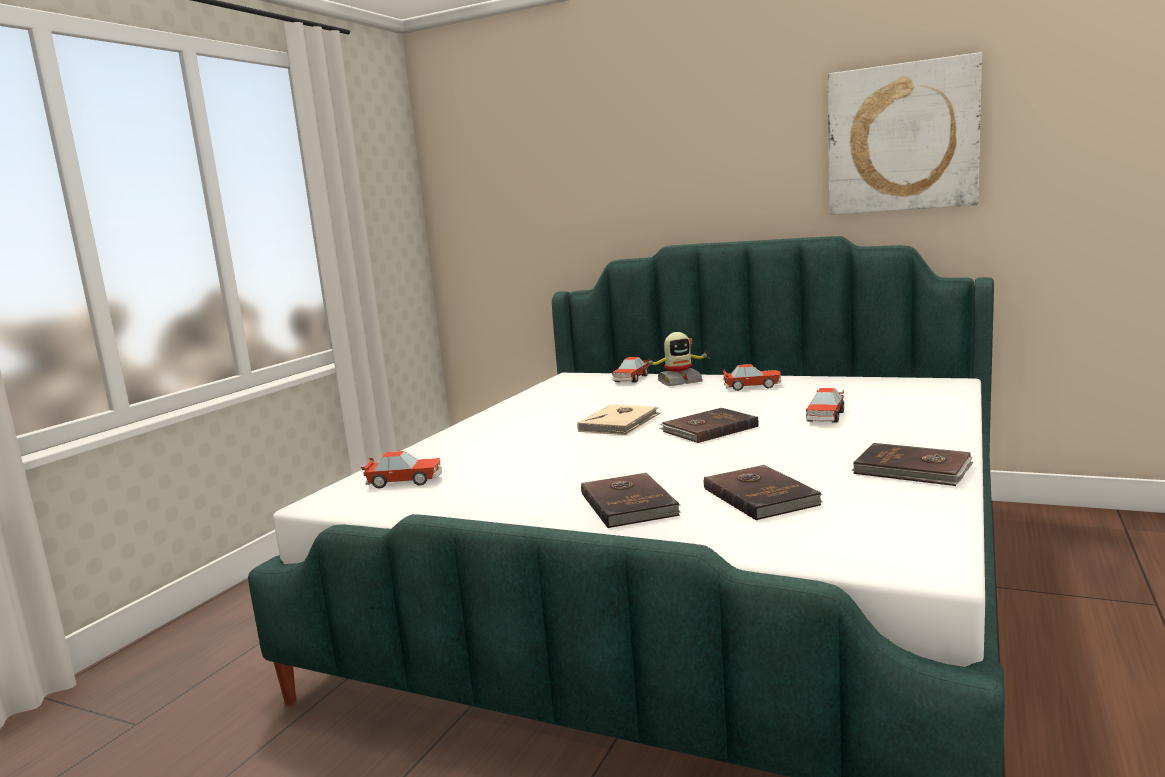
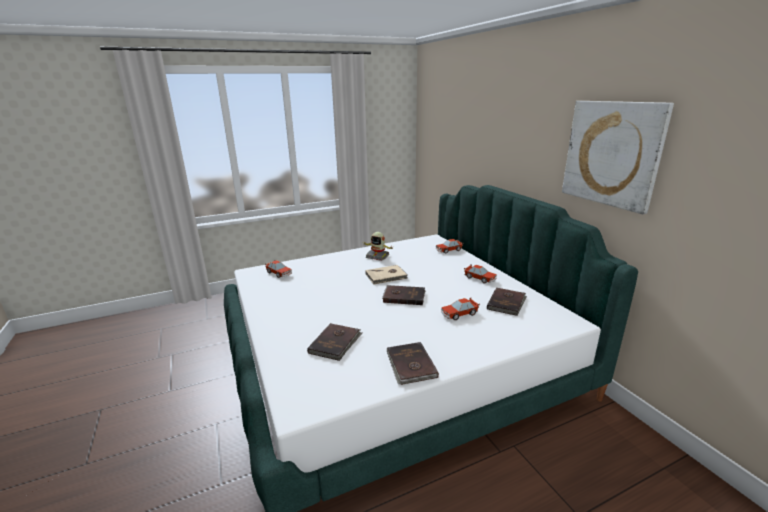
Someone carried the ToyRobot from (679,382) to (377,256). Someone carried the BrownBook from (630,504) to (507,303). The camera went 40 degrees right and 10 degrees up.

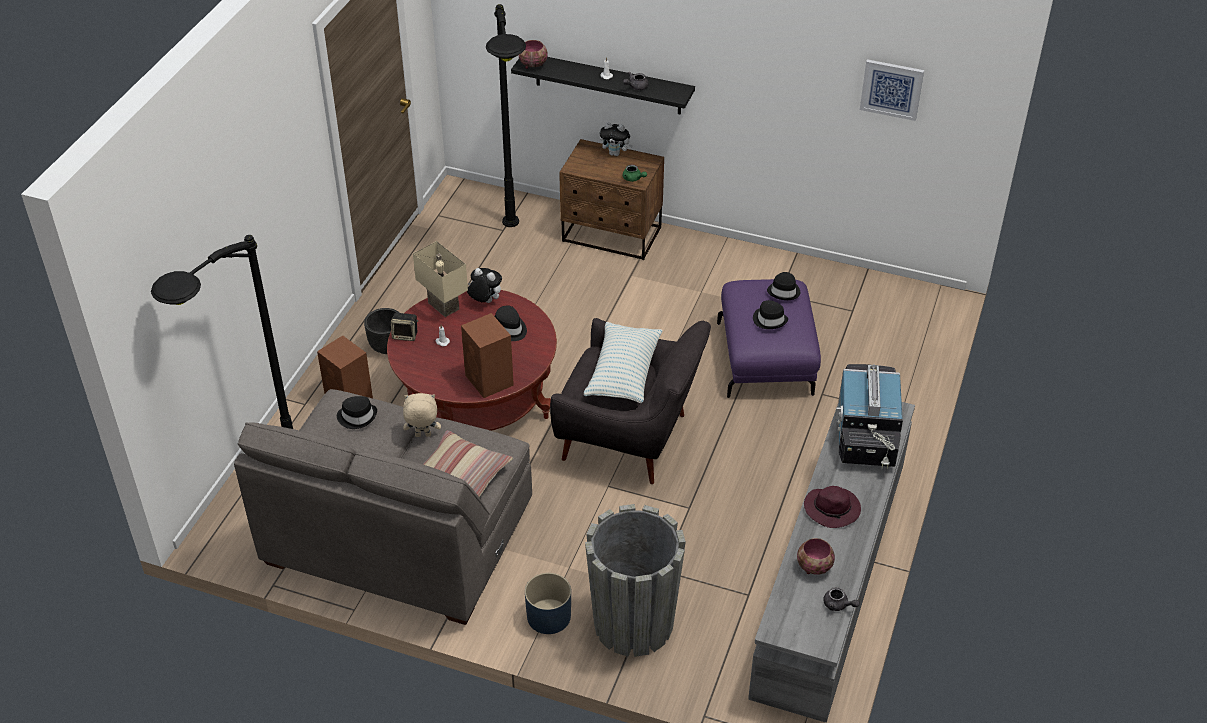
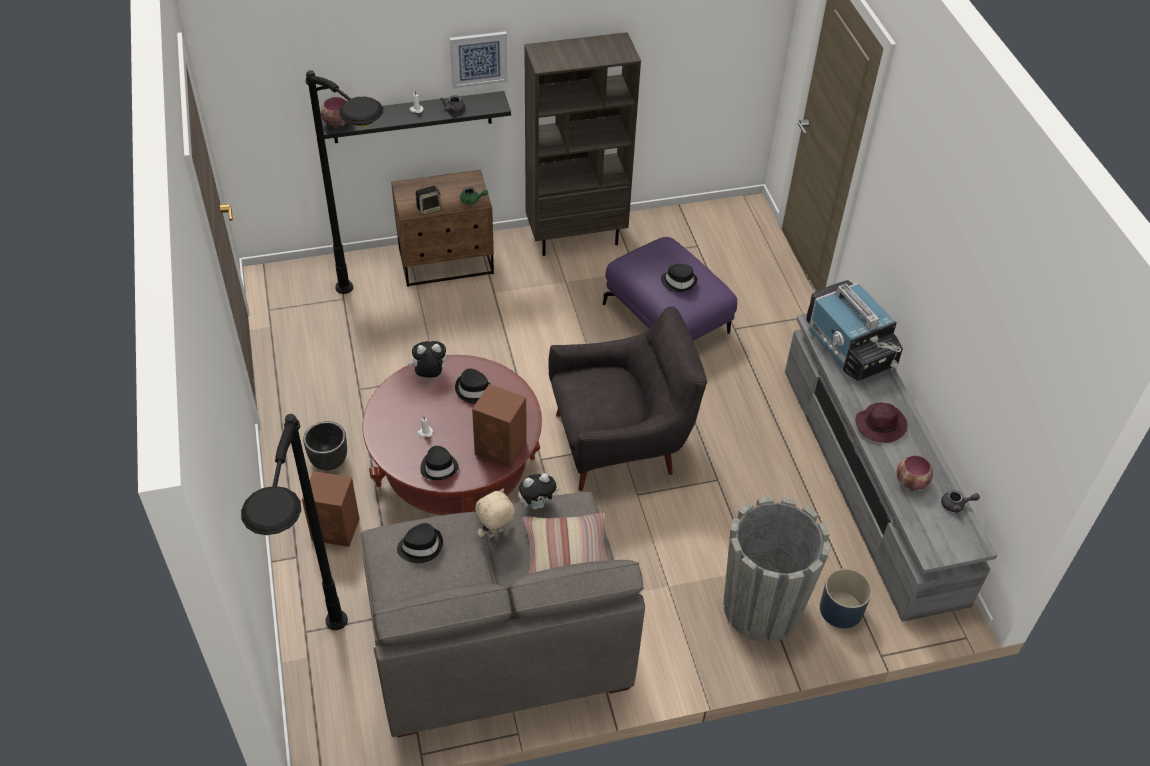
Someone carried the Speaker from (405,335) to (429,208). Someone carried the BlackHat from (784,291) to (439,467). Someone carried the Picture from (891,89) to (478,59). Someone carried the PlushToy from (615,153) to (537,504). Someone put down the BrownBookcase at (576,237). Someone carried the BluePlanter from (548,617) to (841,610). Someone took away the BeigeTableLamp at (445,305). Someone took away the Pillow at (623,373). The camera went 35 degrees left and 5 degrees up.

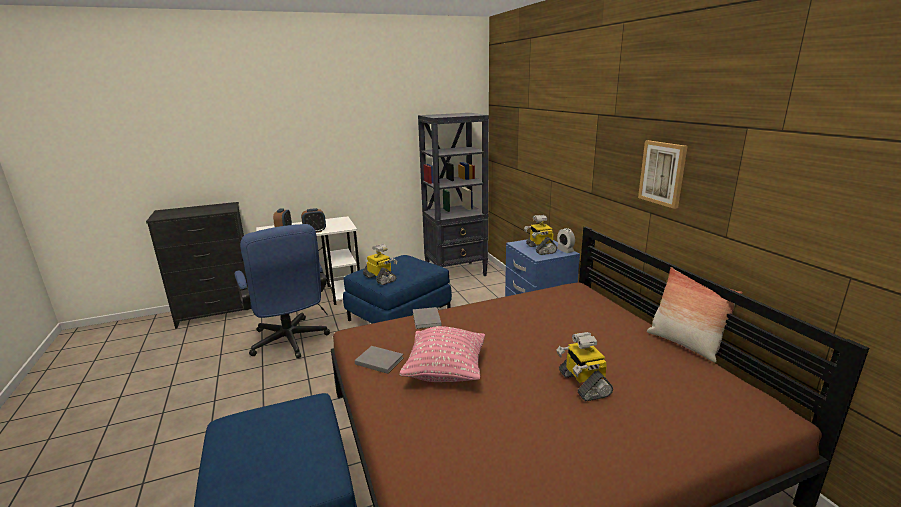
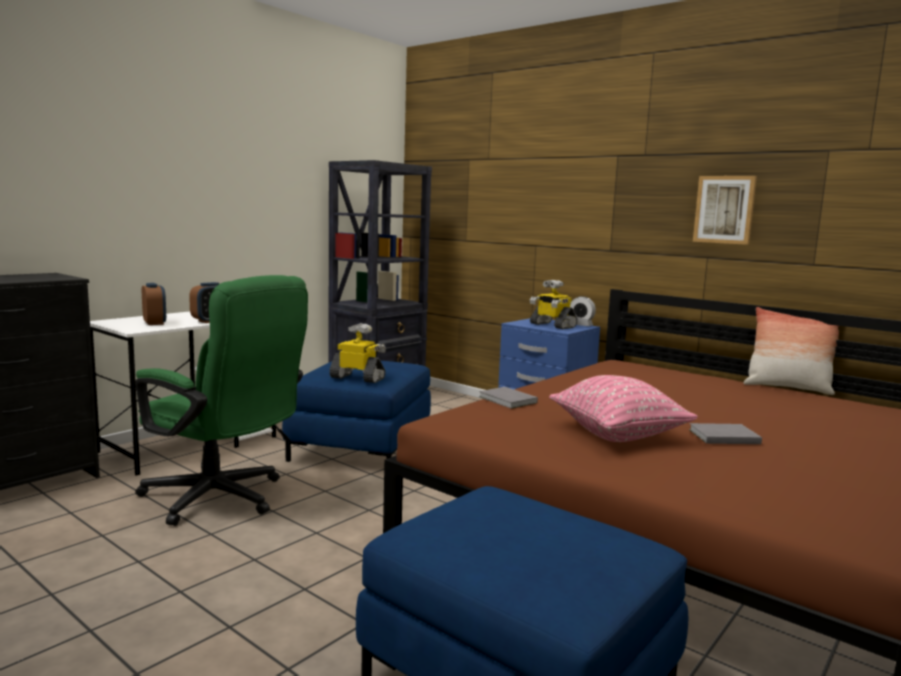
Someone repainted the BlueOfficeChair at (290,343), which became the GreenOfficeChair at (223,500). Someone carried the GreyBook from (379,360) to (722,436). Someone took away the ToyRobot at (583,384). The camera went 30 degrees left and 10 degrees down.

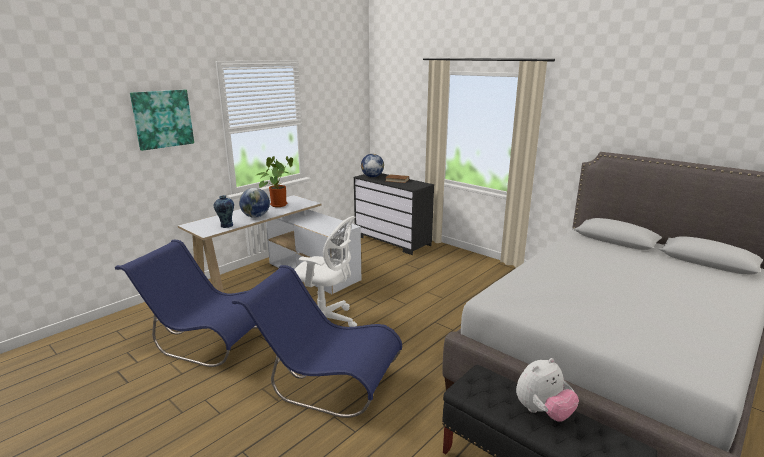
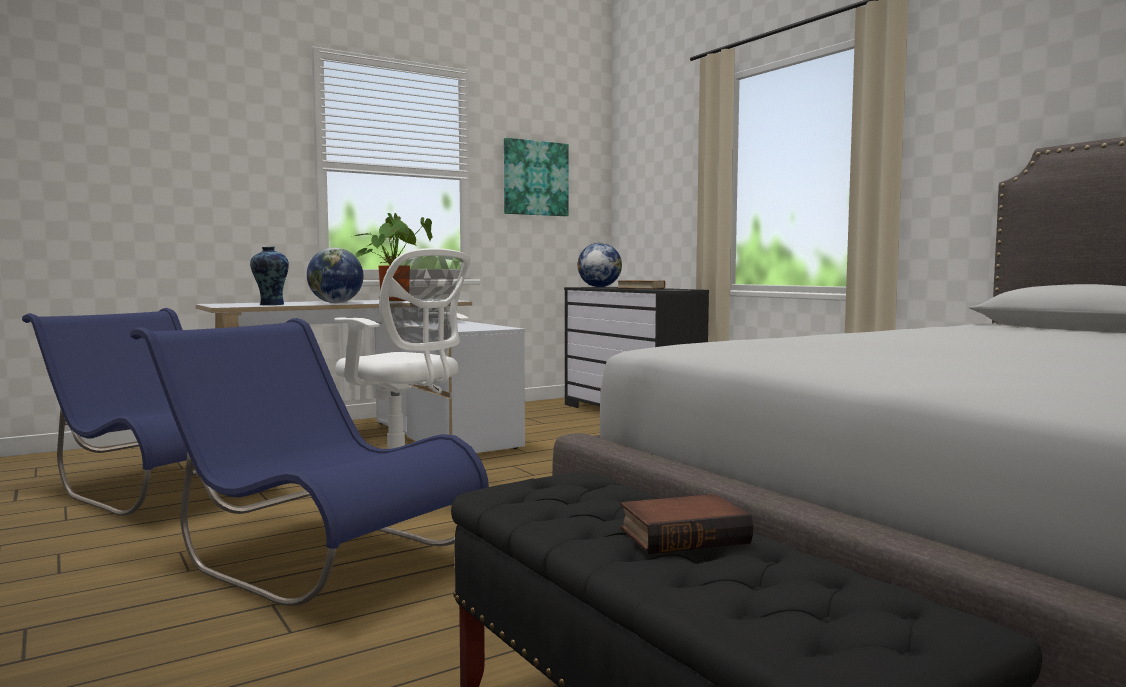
Someone carried the Picture from (162,119) to (535,178). Someone swapped the PlushToy at (543,412) for the Book at (684,534). The camera went 15 degrees right and 15 degrees down.

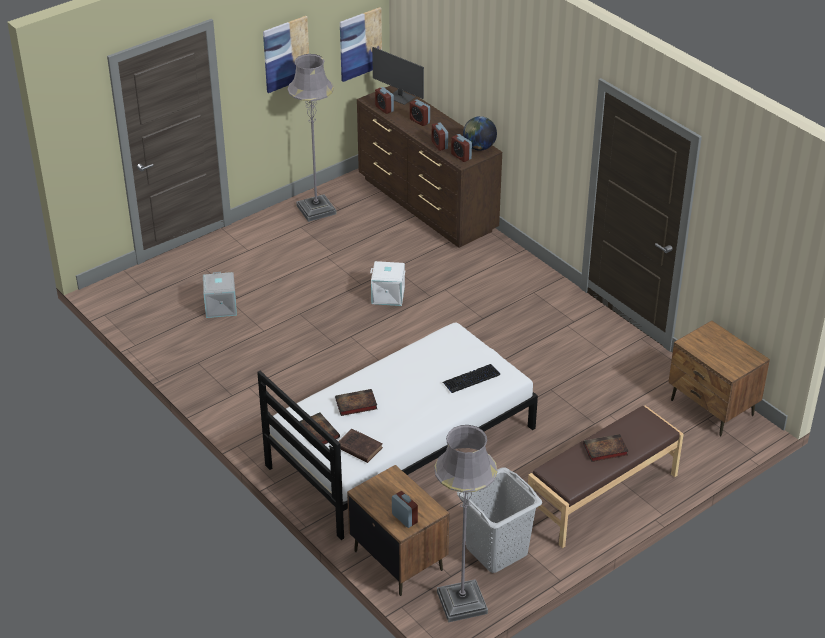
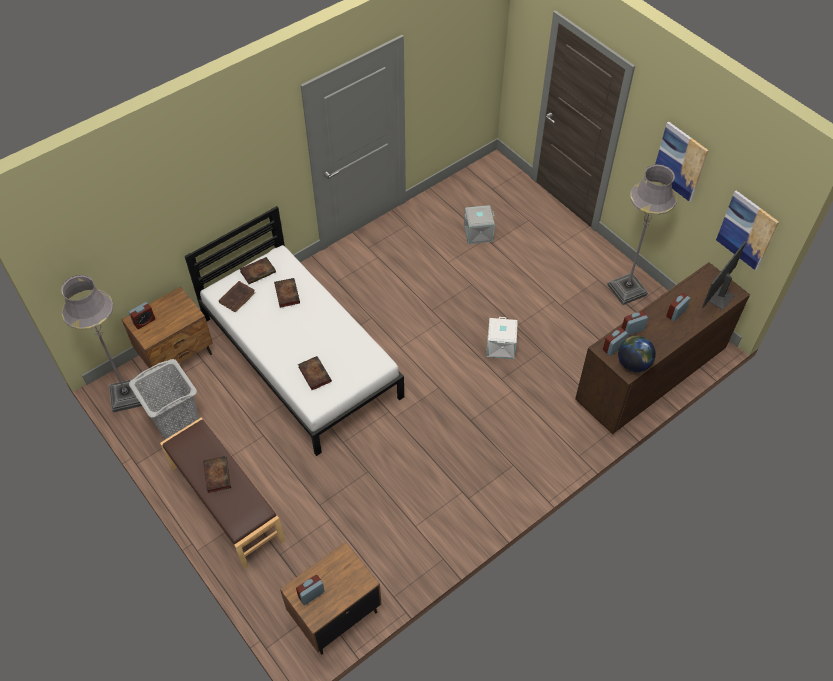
Someone carried the AlarmClock from (384,108) to (311,594). Someone swapped the Keyboard at (471,379) for the Book at (314,374). The camera went 90 degrees right and 15 degrees up.

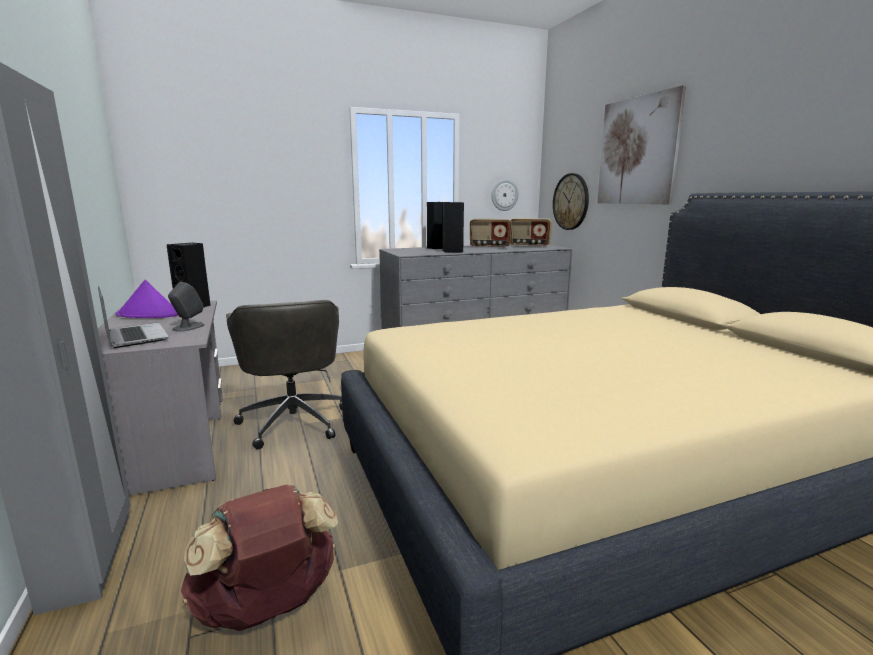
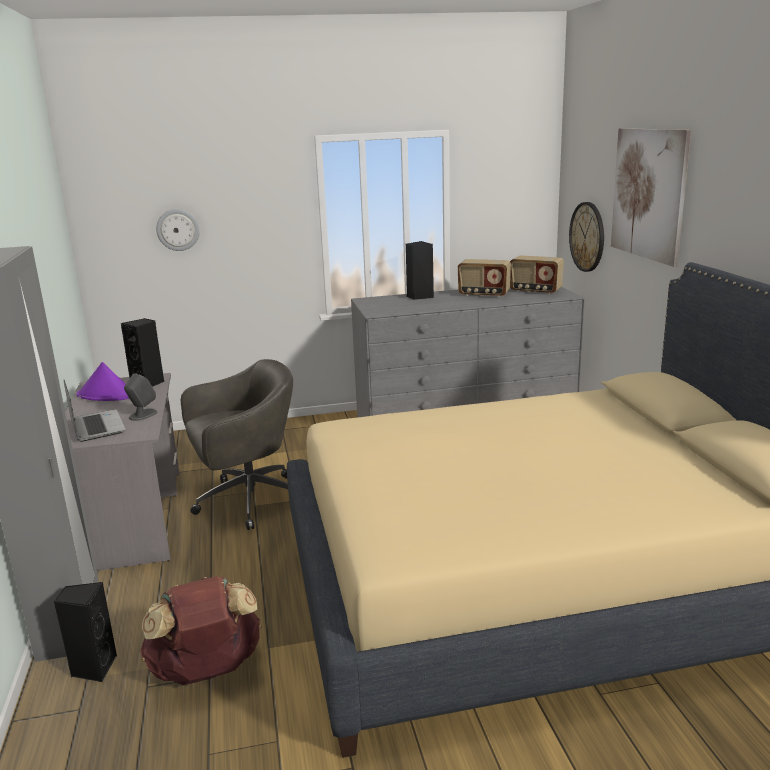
Someone carried the BlackSpeaker from (452,251) to (93,668). Someone carried the WallClock from (504,195) to (178,229). Someone rotated the GreyOfficeChair at (293,420) by 105 degrees counterclockwise. The camera went 10 degrees right and 5 degrees up.

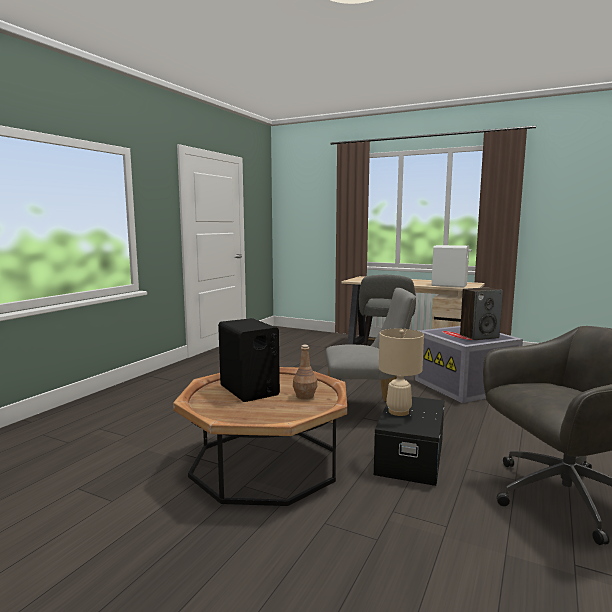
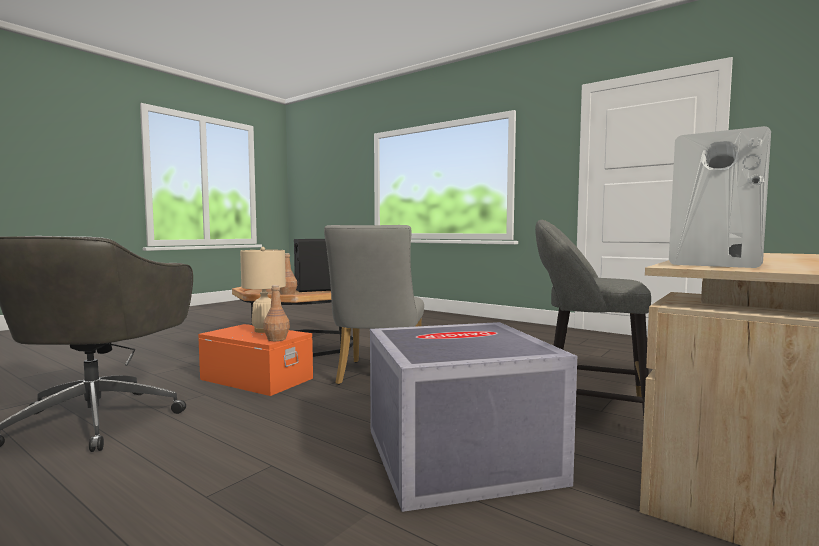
Someone repainted the BlackStorageBox at (409,456), which became the OrangeStorageBox at (257,378). Someone put down the BrownBottle at (276,339). Someone took away the Speaker at (479,336). The camera went 100 degrees right and 5 degrees down.

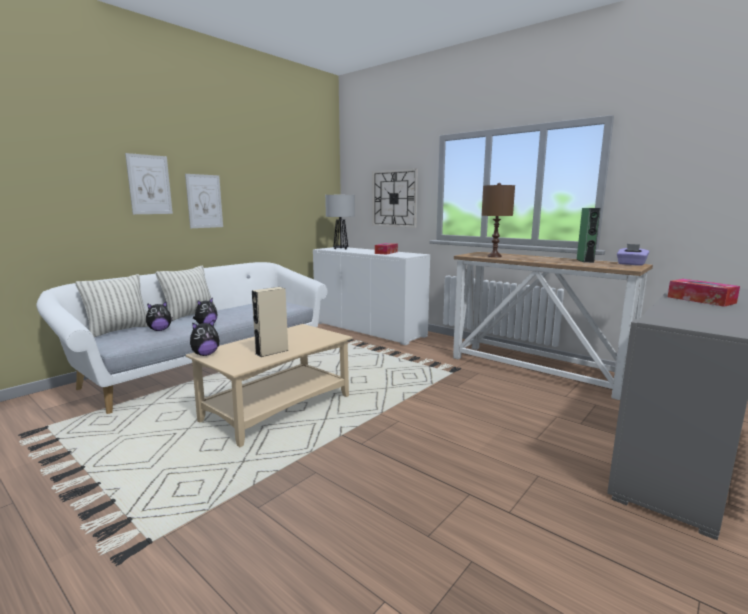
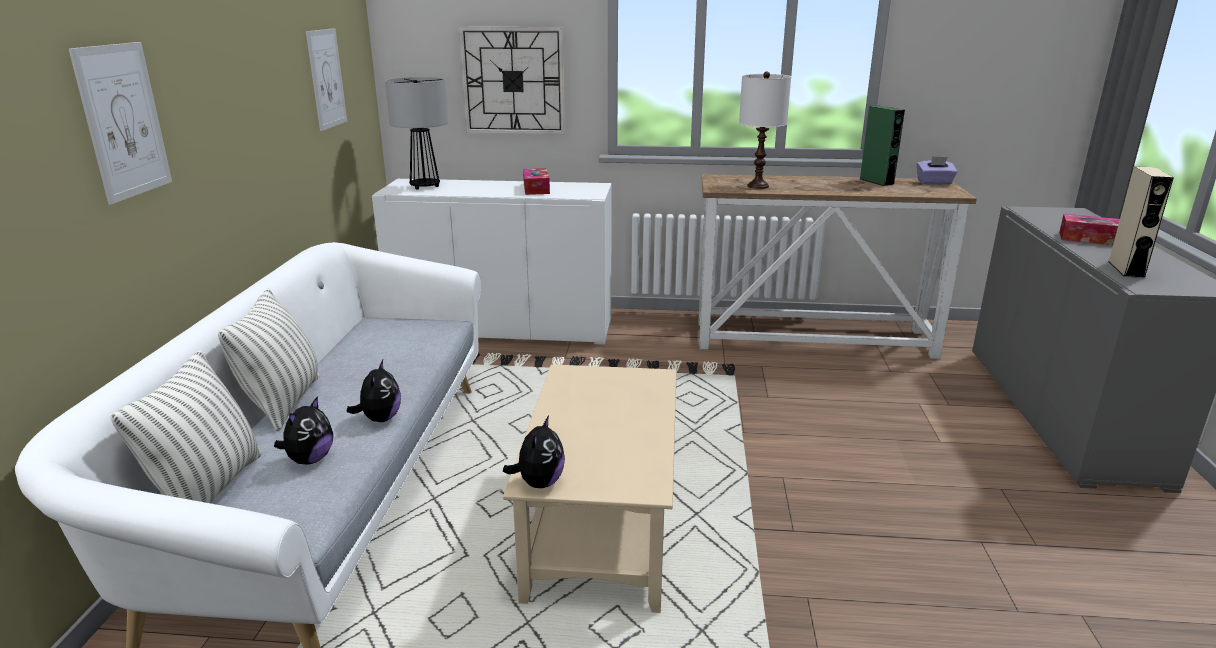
Someone carried the Picture from (204,201) to (326,79). Someone repainted the BrownTableLamp at (494,256), which became the WhiteTableLamp at (758,186). Someone carried the BeigeSpeaker from (272,352) to (1126,269). The camera went 35 degrees left and 10 degrees up.

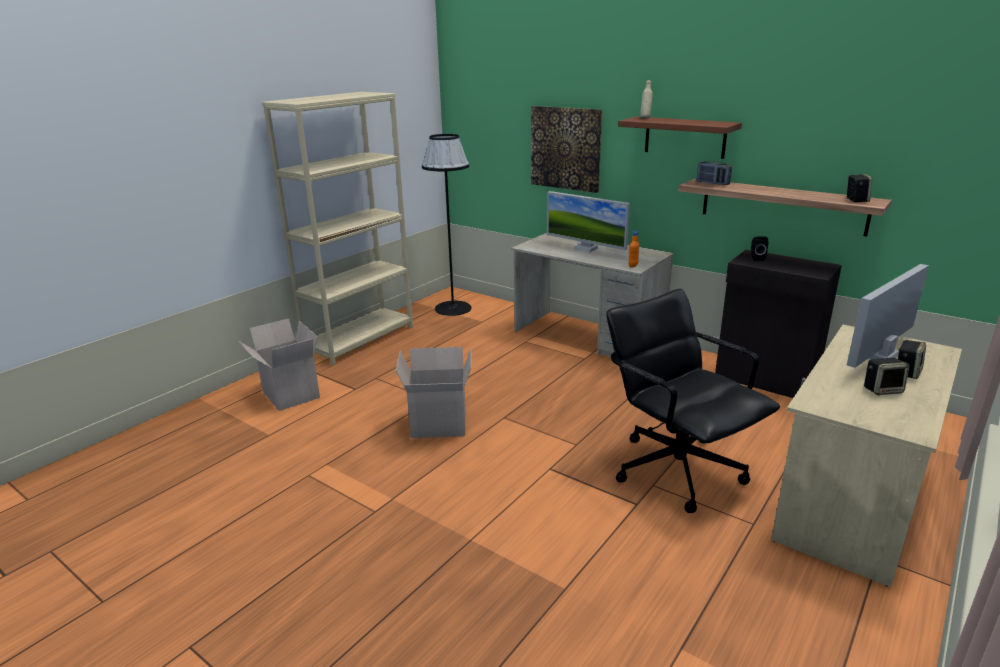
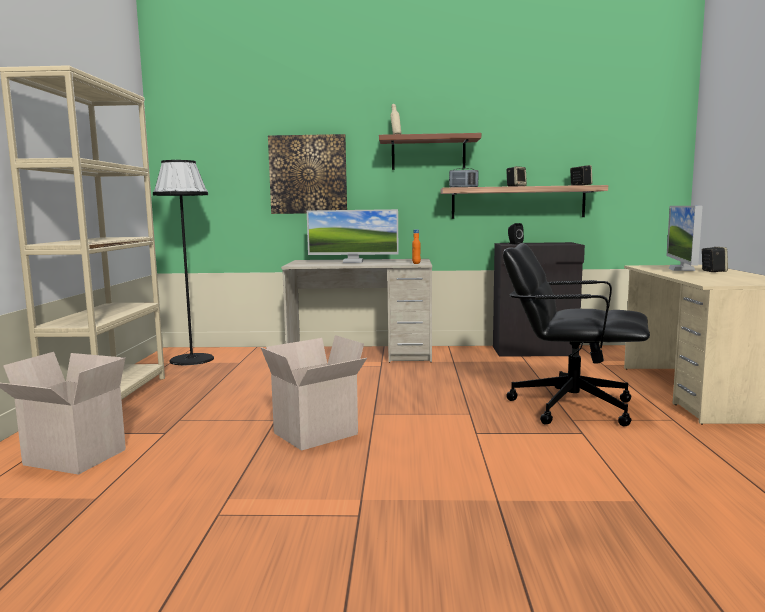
Someone carried the Speaker from (882,389) to (516,186). The camera went 35 degrees left and 15 degrees down.

